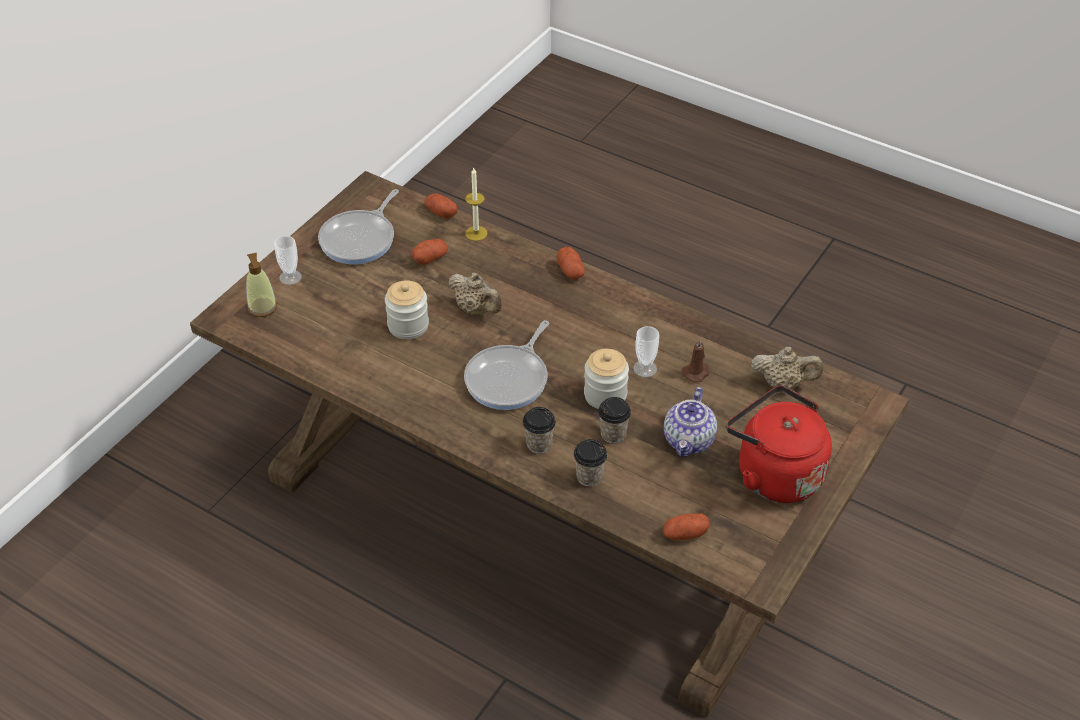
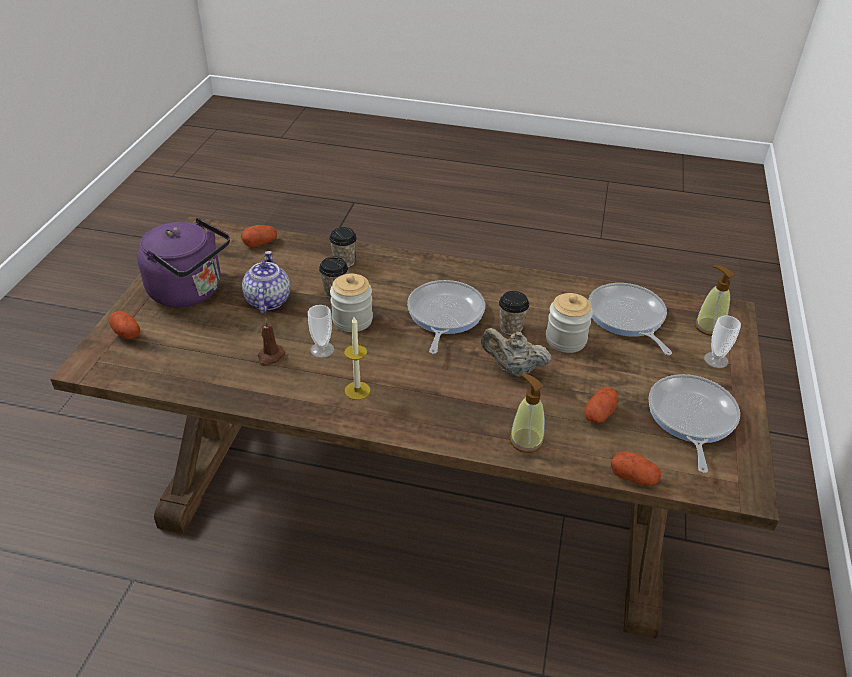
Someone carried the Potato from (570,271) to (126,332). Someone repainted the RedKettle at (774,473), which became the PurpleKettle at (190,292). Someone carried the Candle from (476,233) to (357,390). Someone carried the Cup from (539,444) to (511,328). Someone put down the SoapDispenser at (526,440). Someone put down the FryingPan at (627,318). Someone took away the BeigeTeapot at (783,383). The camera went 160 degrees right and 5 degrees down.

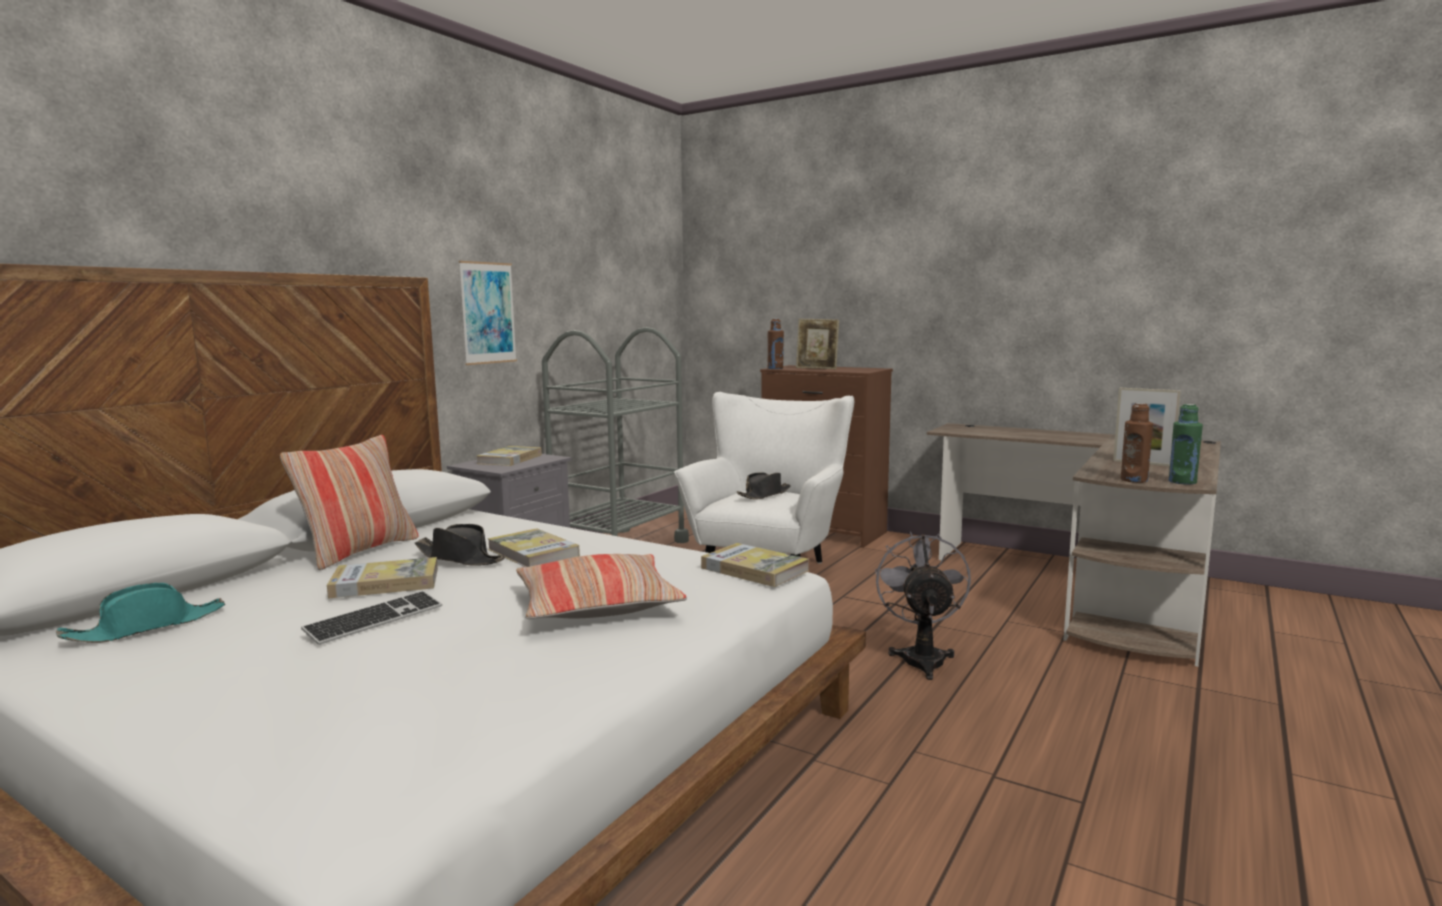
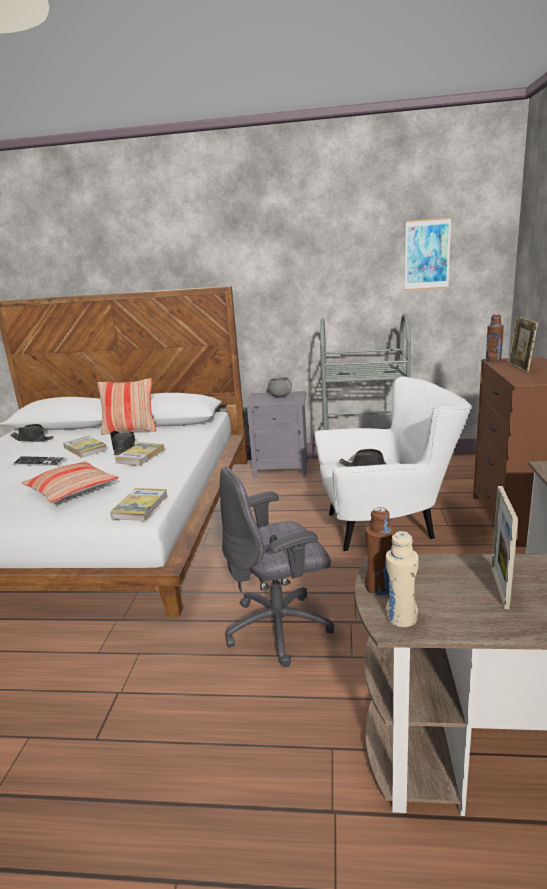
Someone repainted the TurquoiseHat at (147,627), which became the BlackHat at (32,439). Someone swapped the GreyFan at (921,657) for the GreyOfficeChair at (280,628). Someone swapped the Book at (510,459) for the GreyBowl at (280,396). Someone repainted the GreenBottle at (1182,482), which became the BeigeBottle at (401,618). Someone carried the Picture from (488,313) to (427,254). The camera went 65 degrees right and 10 degrees up.

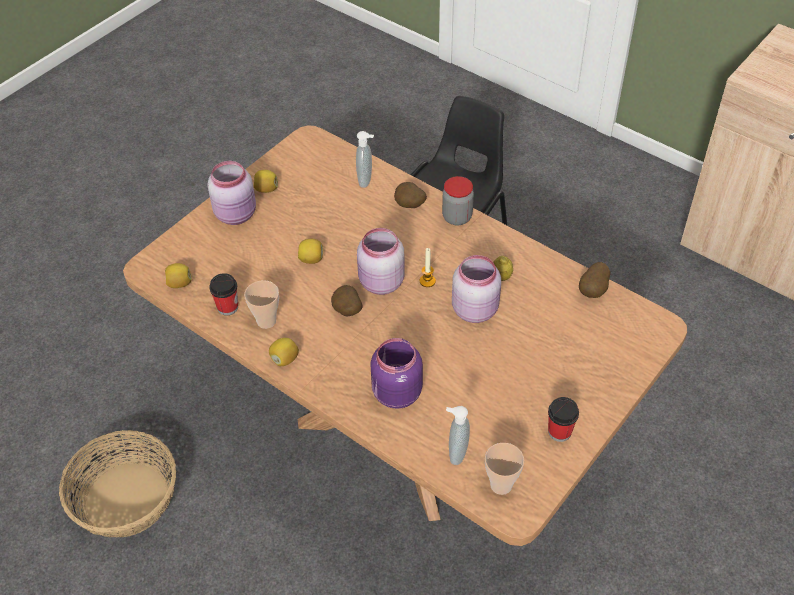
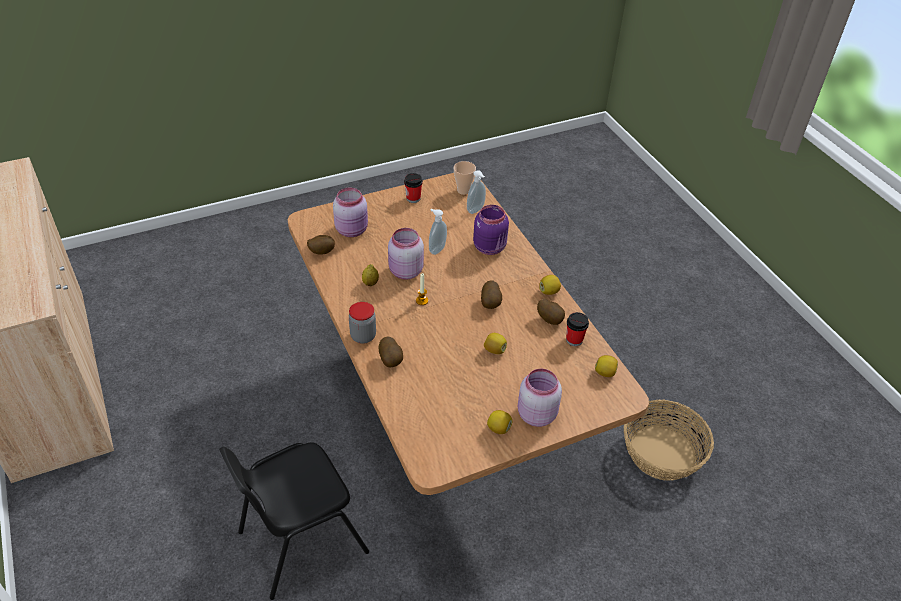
Someone carried the PinkJar from (380,283) to (352,230). Someone carried the SoapDispenser from (366,180) to (436,249). Someone swapped the Cup at (266,321) for the Potato at (550,319). The camera went 155 degrees left and 5 degrees down.

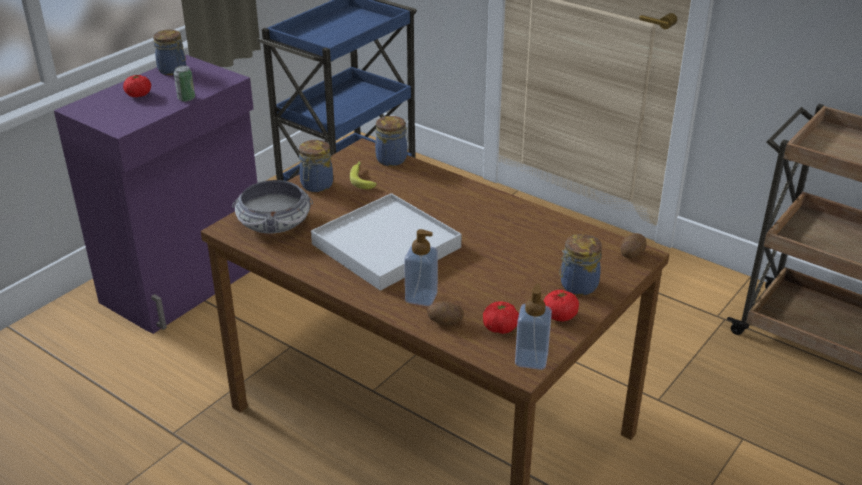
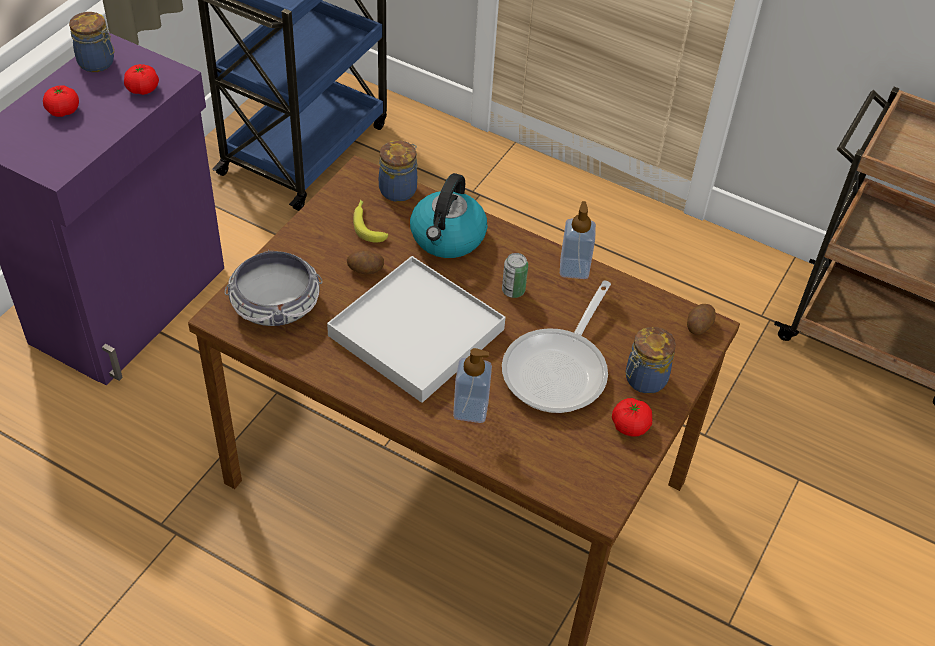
Someone carried the Tomato from (500,328) to (143,89). Someone carried the Potato from (445,322) to (365,270). Someone put down the Kettle at (447,238). Someone carried the Can from (186,98) to (513,290). Someone put down the FryingPan at (559,369). Someone carried the SoapDispenser from (531,359) to (574,269). Someone took away the Jar at (316,186). The camera went 10 degrees left and 15 degrees up.

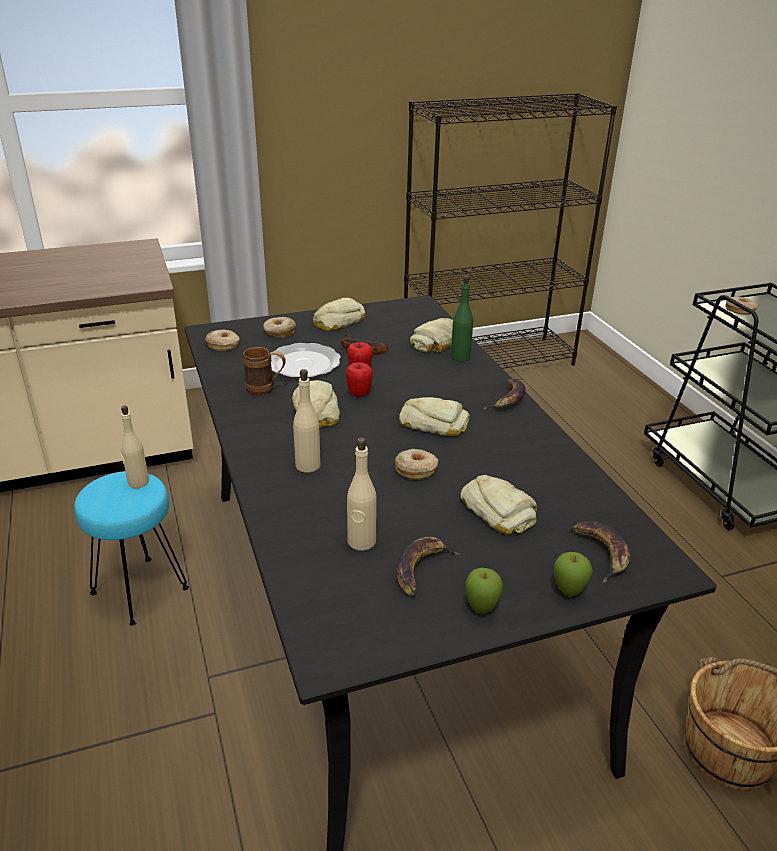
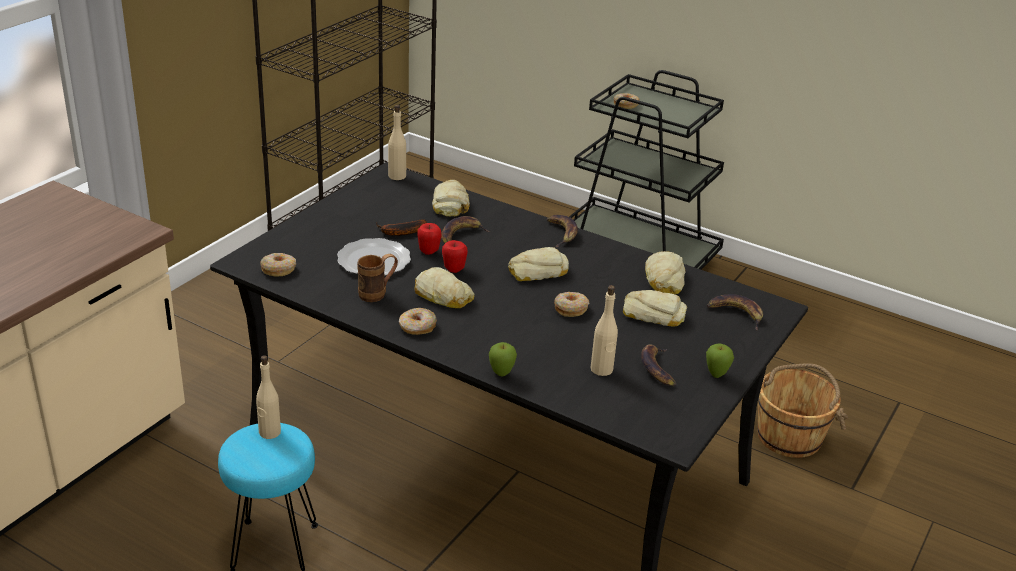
Someone carried the BeigeBottle from (308,465) to (397,176). Someone carried the Donut from (279,332) to (417,327). Someone put down the Banana at (461,234). Someone carried the Apple from (568,593) to (501,374). Someone carried the Bread from (337,321) to (664,279). Someone took away the GreenBottle at (460,357). The camera went 40 degrees left and 0 degrees up.

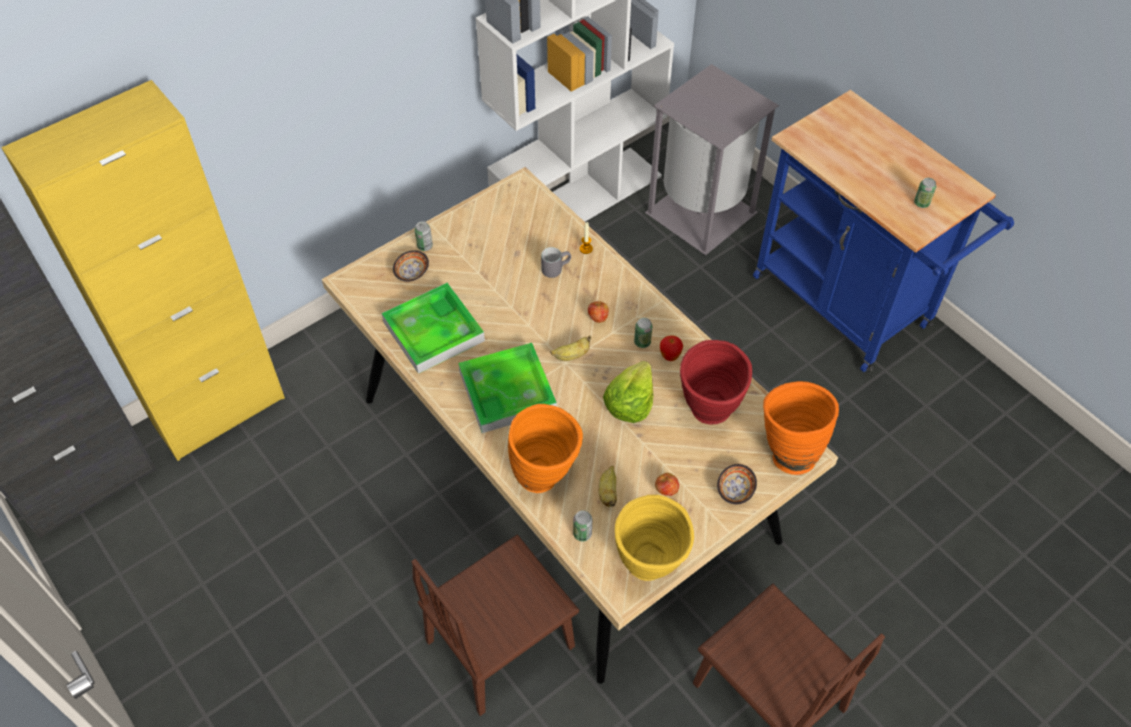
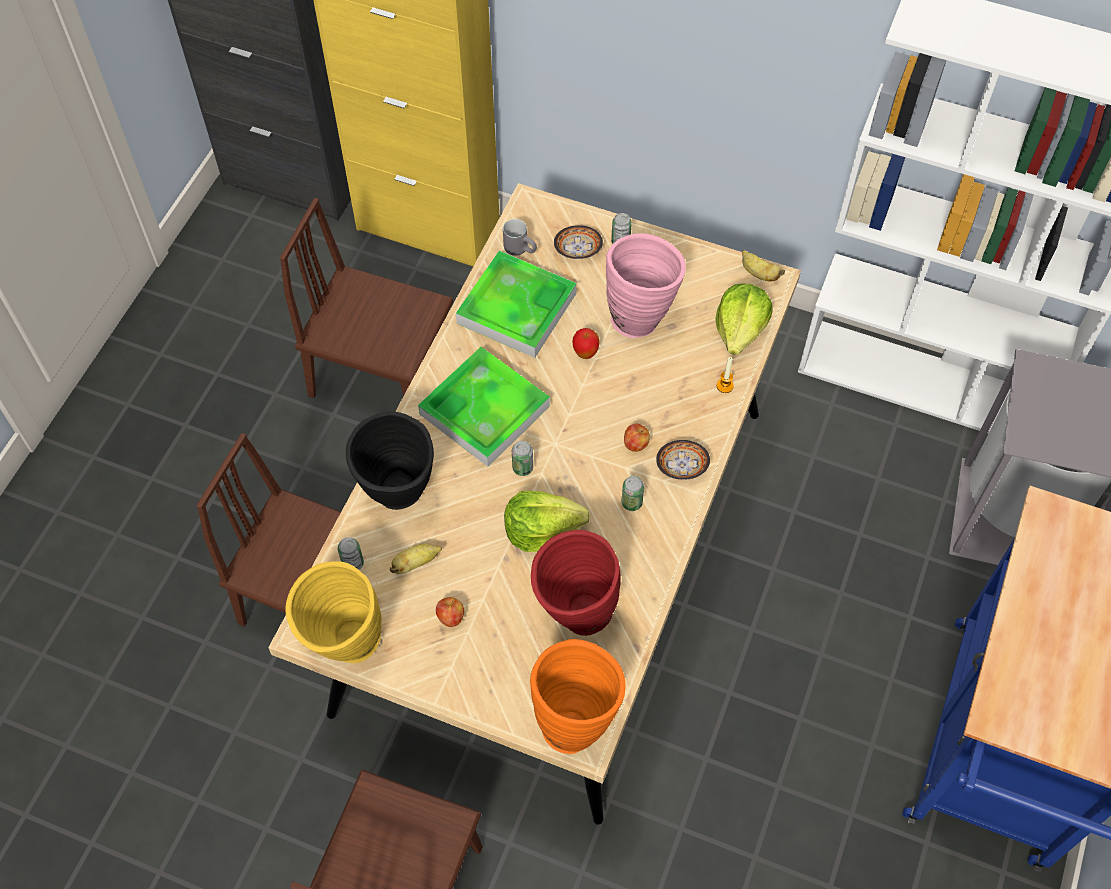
Someone put down the BrownChair at (382,374). Someone repainted the OrangeVase at (546,478), which became the BlackVase at (400,499). Someone carried the GreyMug from (555,268) to (521,249). Someone carried the Can from (921,203) to (522,468). Someone carried the Apple from (670,357) to (585,353). Someone put down the PinkVase at (641,315). Someone carried the Bowl from (735,490) to (681,467). Someone put down the Lettuce at (740,330). Someone carried the Banana from (571,355) to (759,273). The camera went 60 degrees right and 5 degrees up.

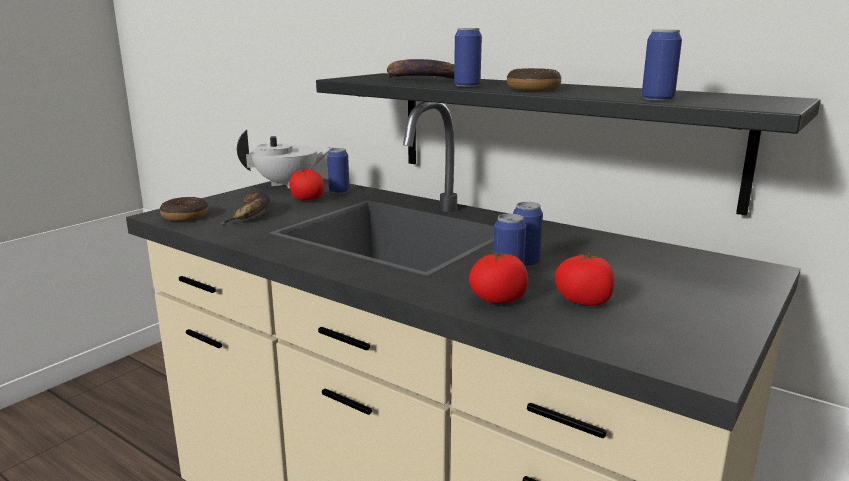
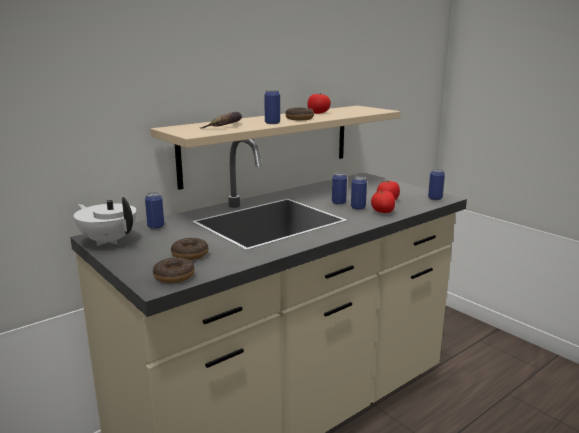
Someone rotated the WhiteTeapot at (287,184) by 45 degrees counterclockwise. Someone repainted the BlackShelf at (556,135), which became the BeigeShelf at (269,144). Someone swapped the Banana at (249,213) for the Donut at (190,254). Someone carried the Tomato from (307,200) to (319,113). Someone carried the Can from (657,99) to (435,198). The camera went 75 degrees left and 0 degrees up.

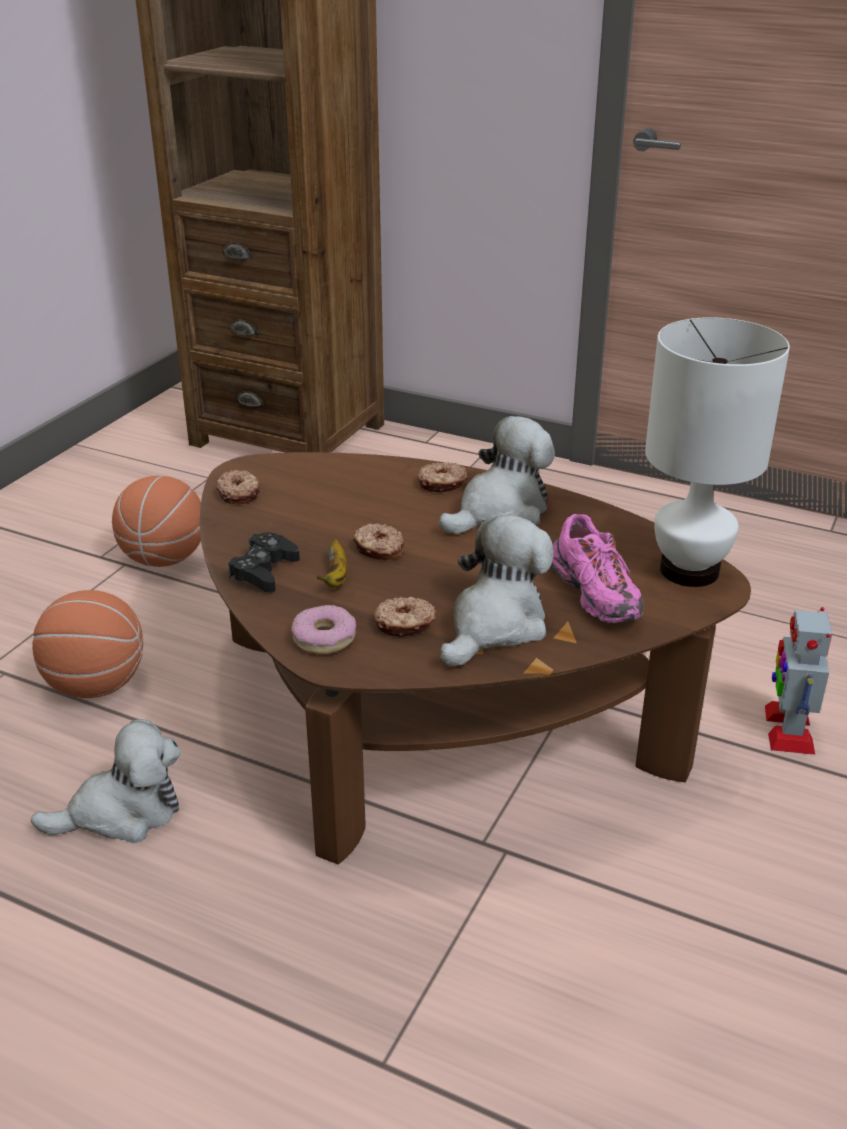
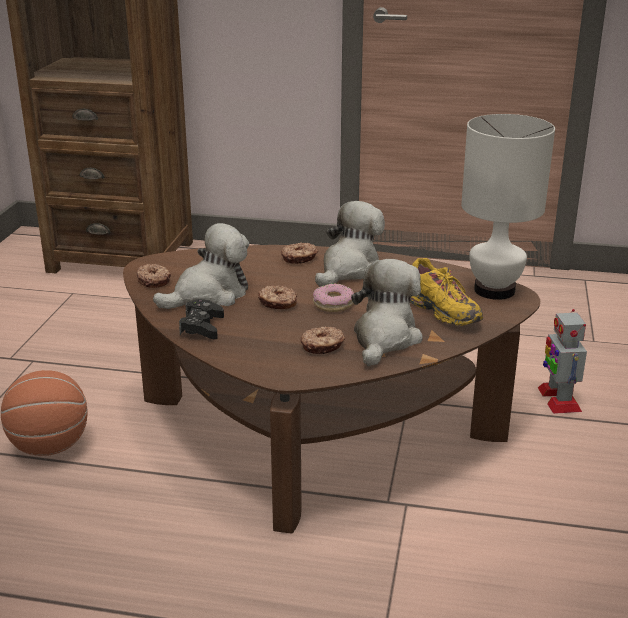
Someone carried the PlushToy from (122,813) to (209,295). Someone carried the Donut from (324,638) to (333,304). Someone repainted the PinkShoe at (595,595), which became the YellowShoe at (441,312). Someone took away the Basketball at (164,558). Someone took away the Banana at (335,577). The camera went 15 degrees left and 5 degrees down.

